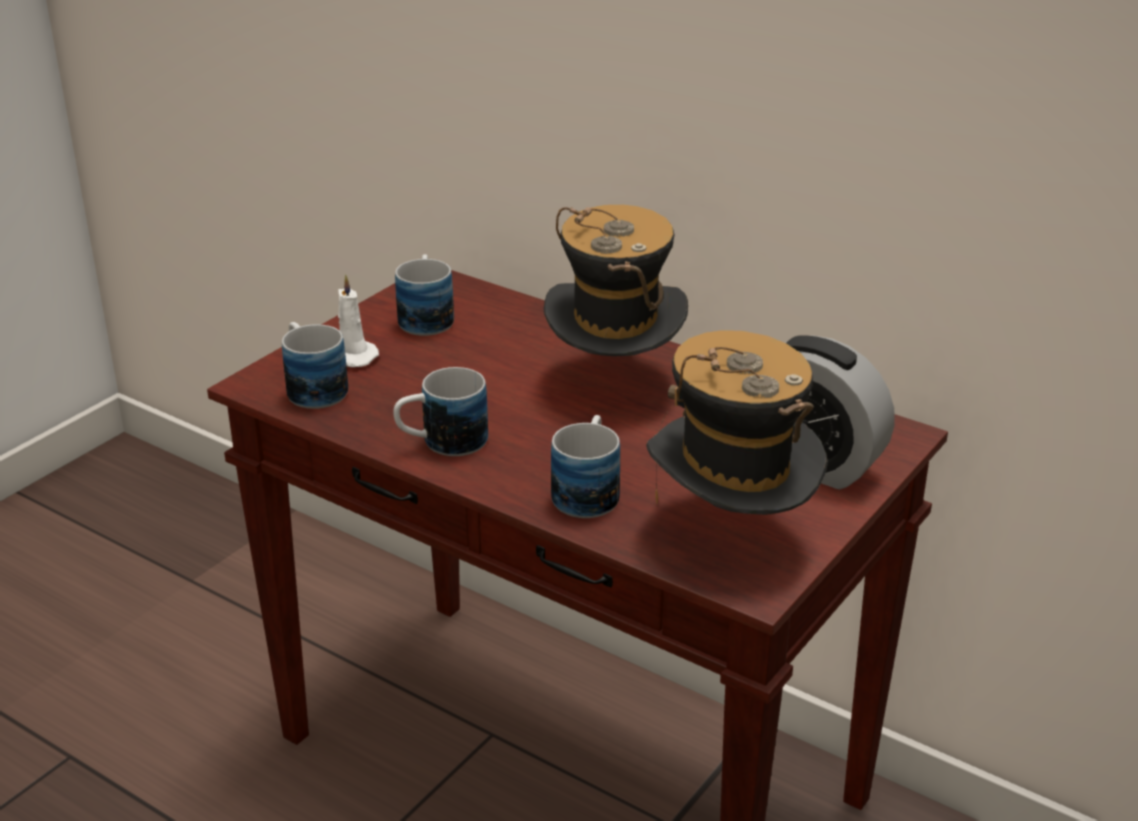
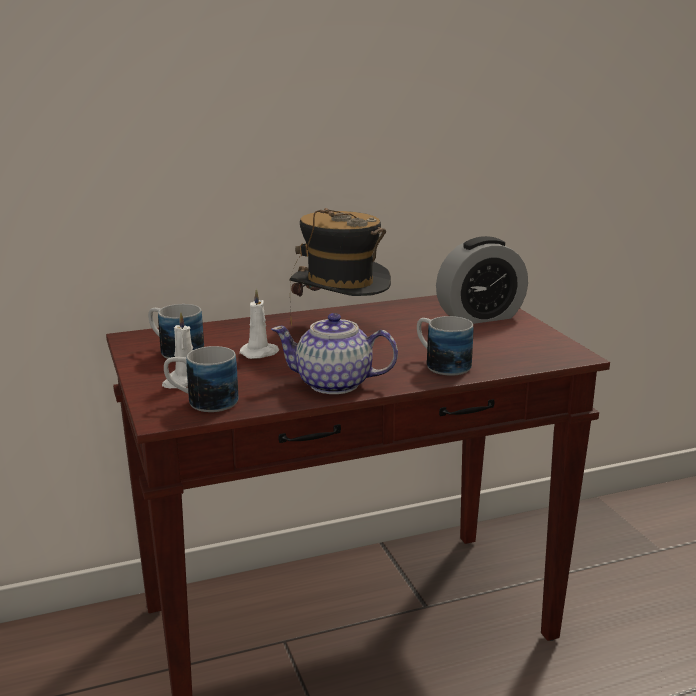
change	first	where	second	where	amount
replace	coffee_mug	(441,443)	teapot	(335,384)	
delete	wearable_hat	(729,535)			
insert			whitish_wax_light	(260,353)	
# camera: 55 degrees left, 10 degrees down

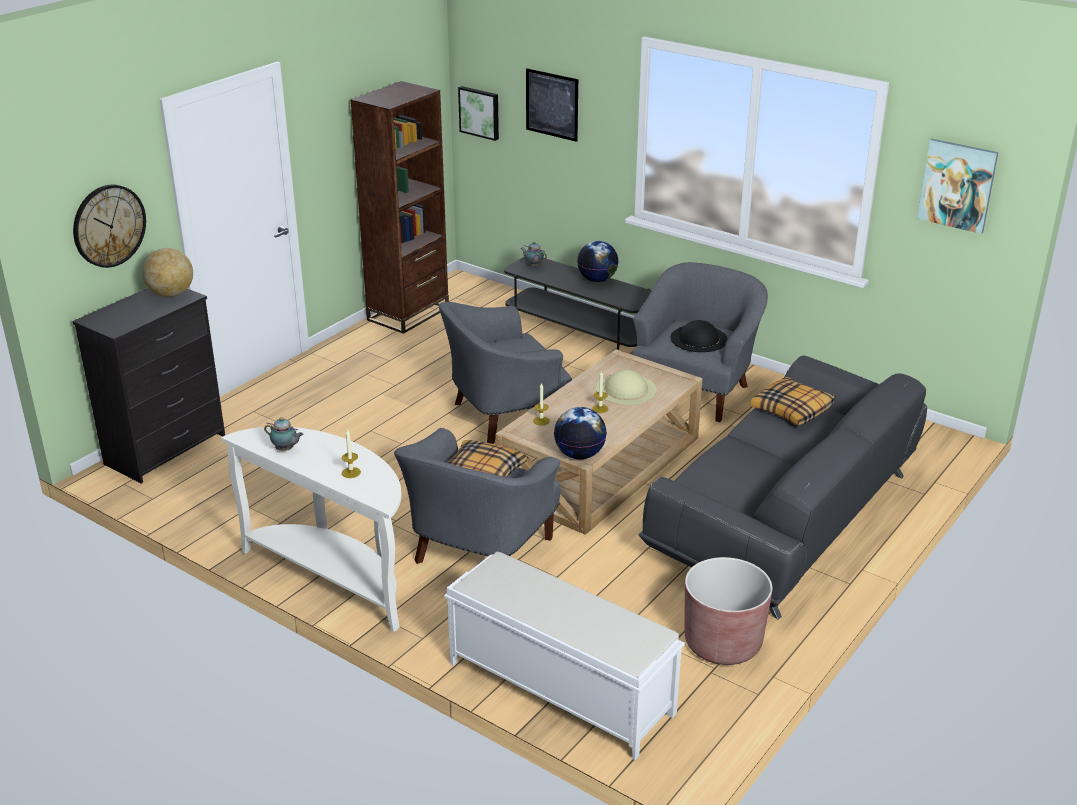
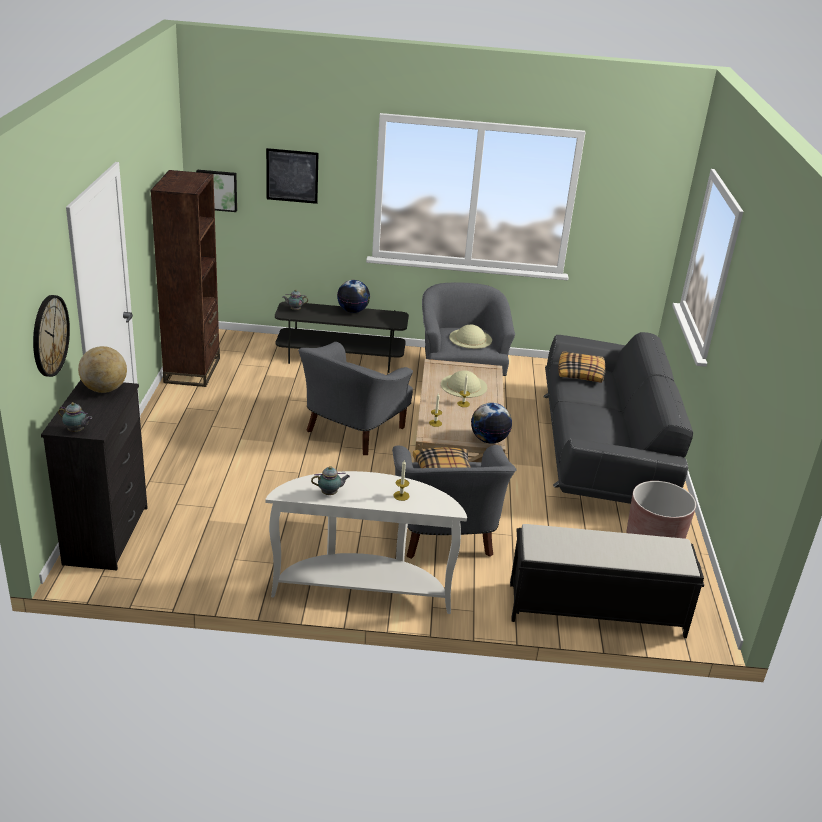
change	first	where	second	where	amount
recolor	whitish_indoor_bench	(559,687)	black-coloured_indoor_bench	(594,609)	
recolor	black-coloured_wearable_hat	(698,338)	sand-coloured_wearable_hat	(470,338)	
delete	wall_art	(957,185)			
insert			teapot	(77,431)	
# camera: 35 degrees left, 0 degrees up

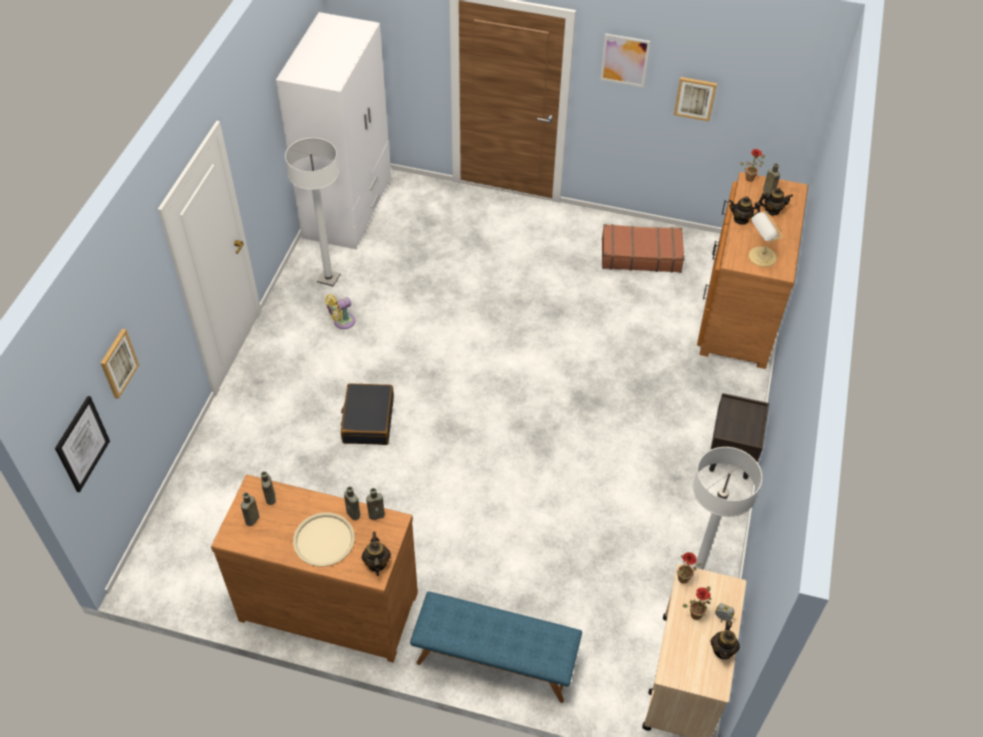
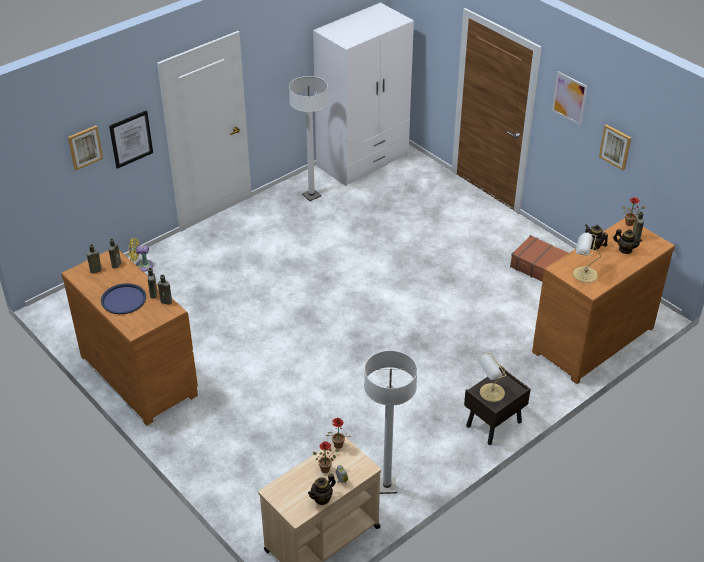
change	first	where	second	where	amount
move	wall_art	(82,444)		(131,139)	
recolor	sand-coloured_serving_tray	(324,540)	blue-coloured_serving_tray	(123,299)	
move	yellow_electric_fan	(342,322)		(142,265)	
delete	black-coloured_piece_of_luggage	(368,420)			
delete	teapot	(376,563)			
delete	blue-coloured_indoor_bench	(495,661)			
insert			tabletop_lamp	(490,393)	
# camera: 35 degrees right, 10 degrees down

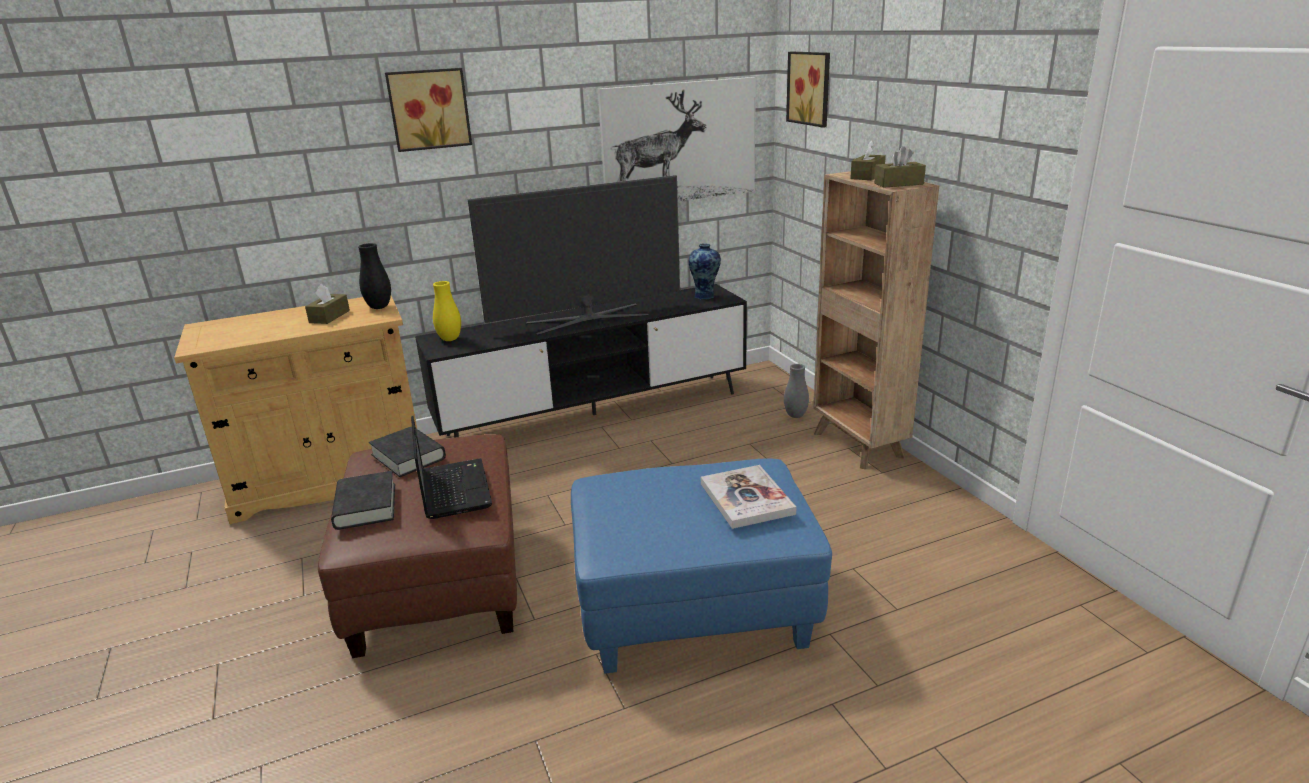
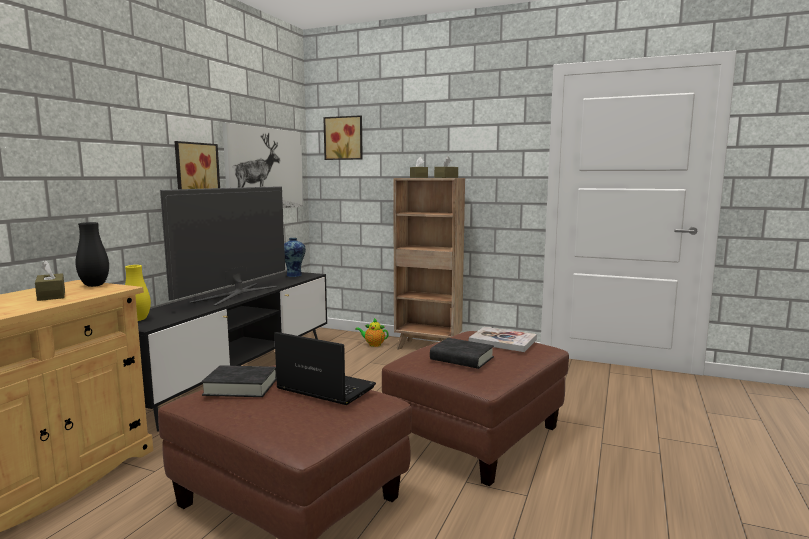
change	first	where	second	where	amount
move	black-coloured_volume	(365,506)		(462,358)	
move	wall_art	(429,109)		(195,170)	
recolor	blue-coloured_ottoman	(695,608)	brown-coloured_ottoman	(476,437)	
replace	greyish_flower_vase	(795,416)	teapot	(373,344)	
# camera: 45 degrees left, 15 degrees down

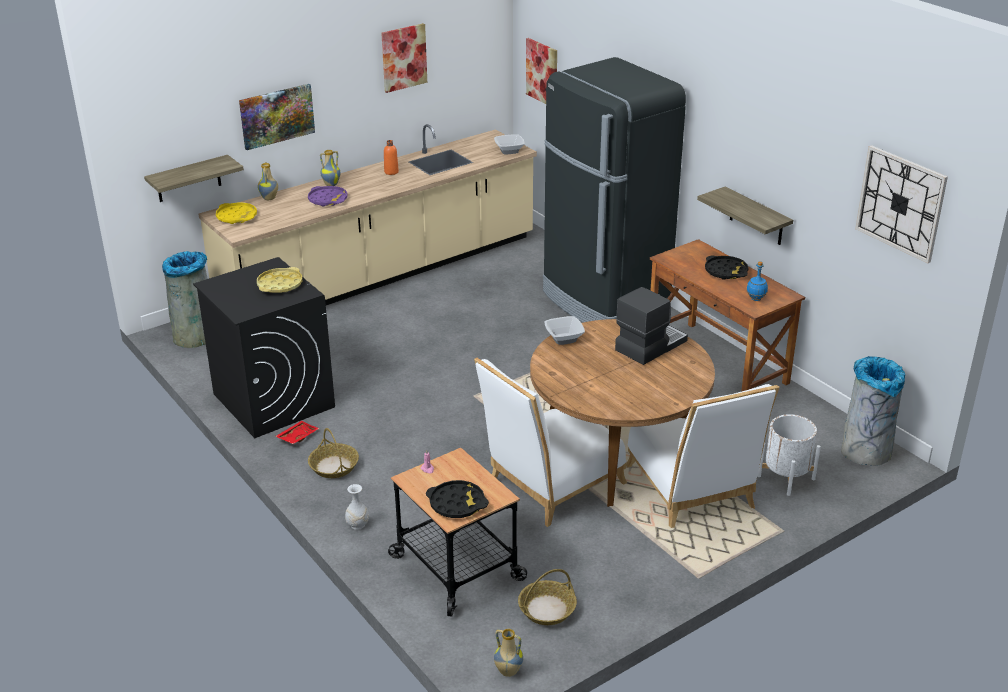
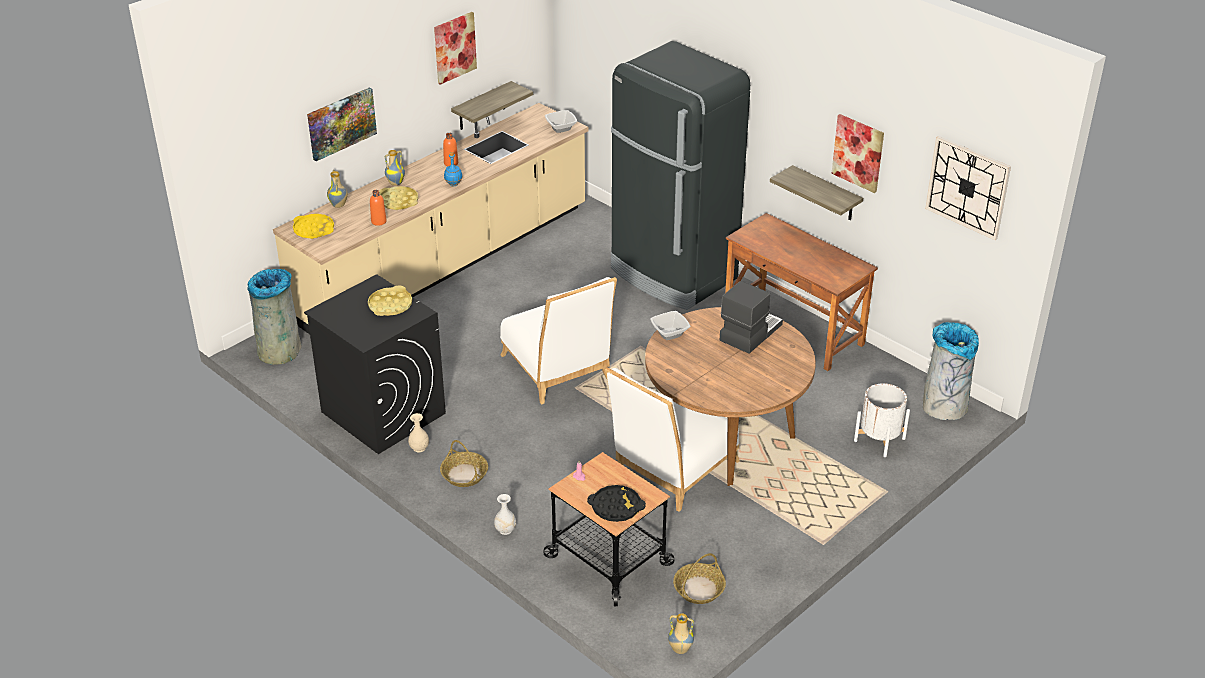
change	first	where	second	where	amount
move	wall_shelf	(188,179)		(482,106)	
replace	red_serving_tray	(297,437)	sand-coloured_flower_vase	(419,448)	
recolor	purple-coloured_serving_tray	(328,199)	yellow_serving_tray	(398,201)	
move	wall_art	(542,72)		(858,153)	
move	whitish_chair	(692,492)		(558,371)	
delete	black-coloured_serving_tray	(726,271)			
move	blue-coloured_beverage_bottle	(755,299)		(453,184)	
insert			orangey_beverage_bottle	(378,221)	
# camera: 10 degrees left, 5 degrees up

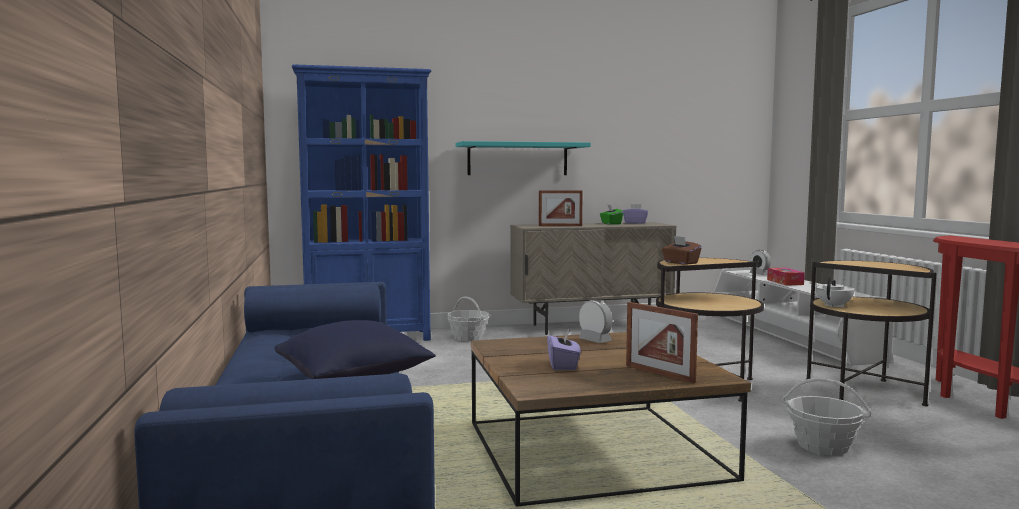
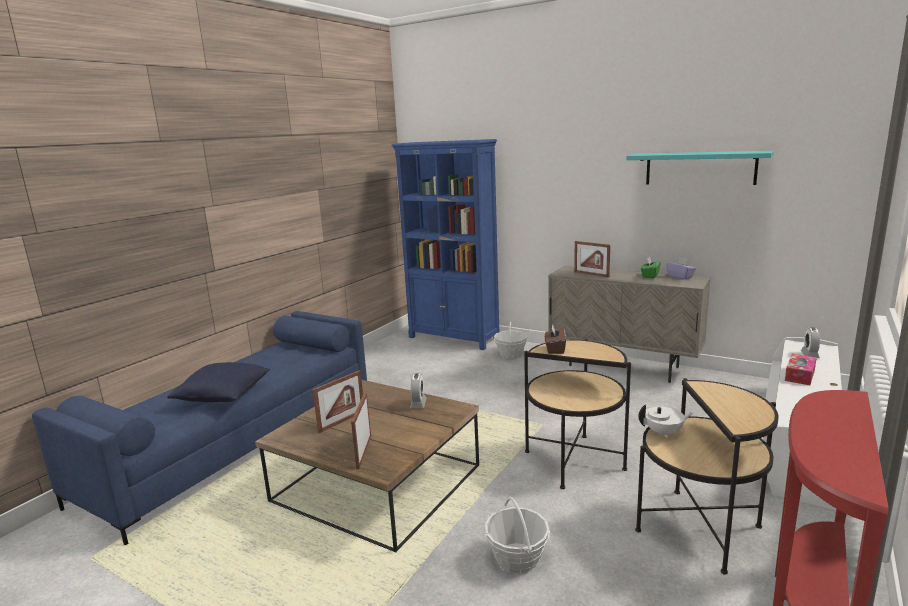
change	first	where	second	where	amount
move	blue-green_wall_shelf	(517,159)		(700,168)	
replace	purple-coloured_box_of_tissues	(563,365)	photo_frame	(342,421)	
# camera: 45 degrees right, 10 degrees up

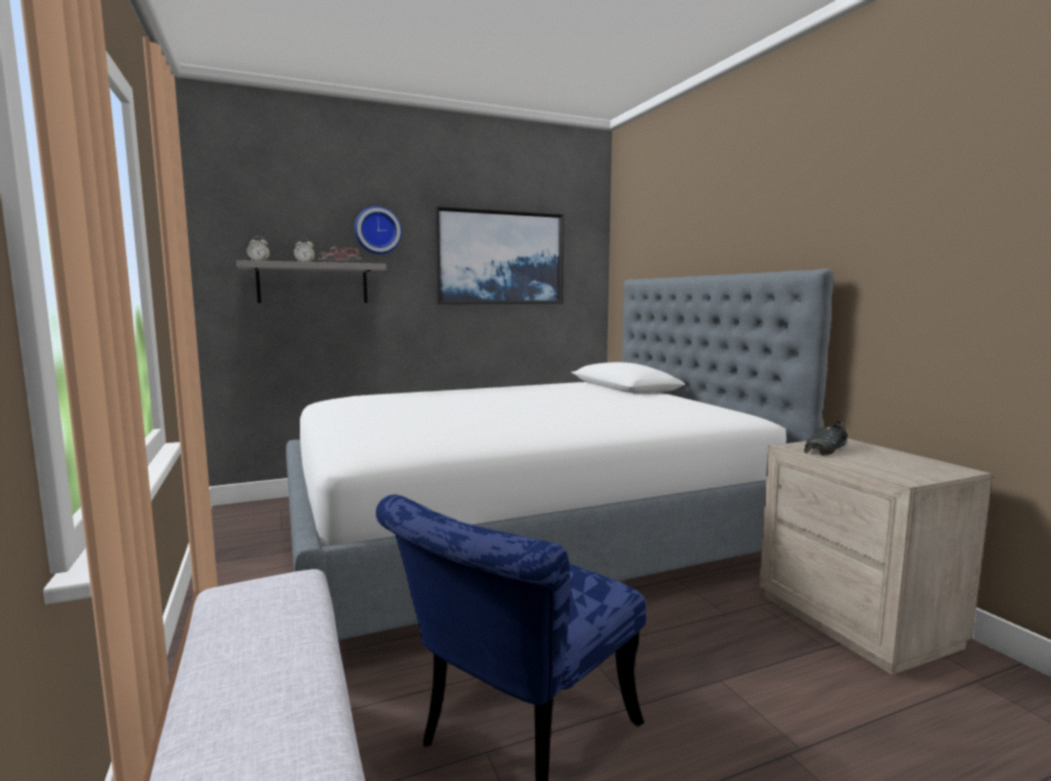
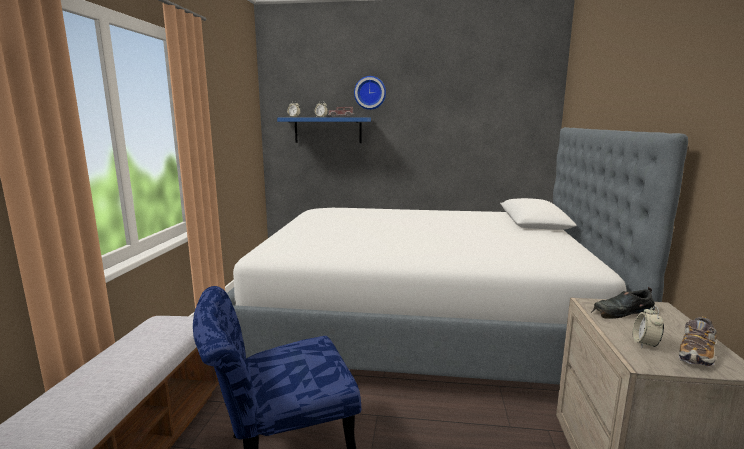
change	first	where	second	where	amount
recolor	greyish_wall_shelf	(313,283)	blue-coloured_wall_shelf	(328,130)	
delete	wall_art	(500,258)			
insert			alarm_clock	(645,344)	
insert			low_shoe	(696,354)	
# camera: 30 degrees right, 5 degrees up

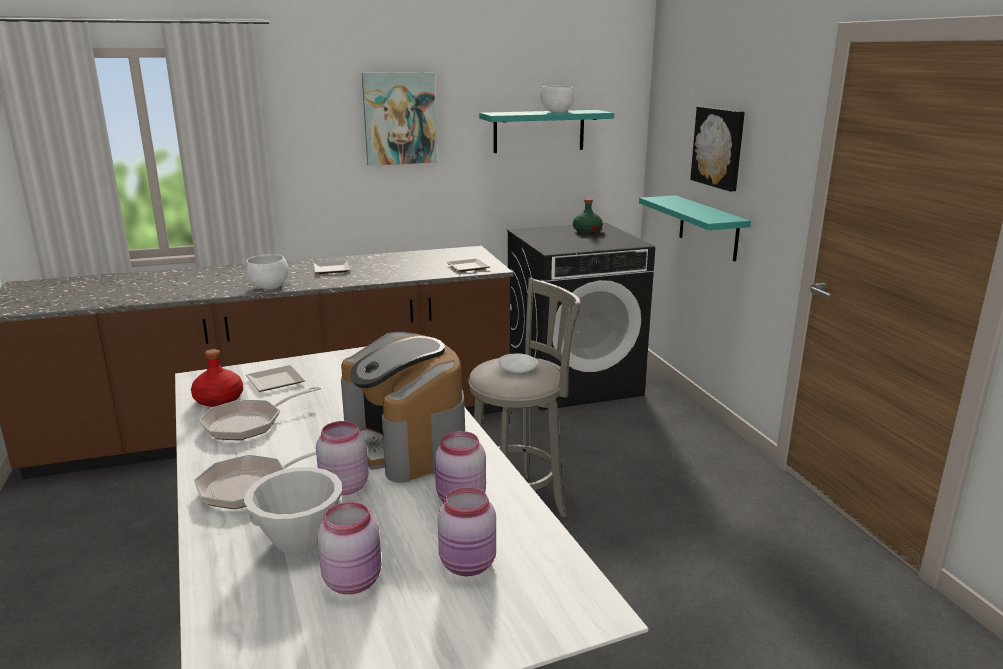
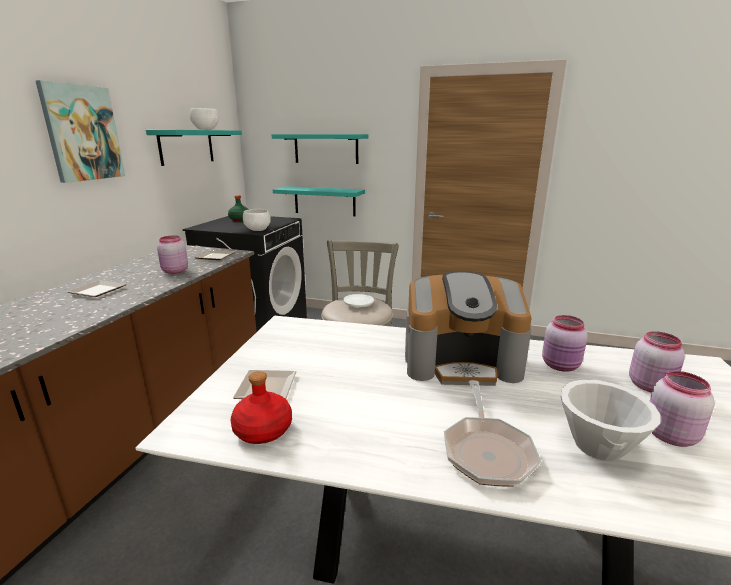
change	first	where	second	where	amount
delete	frying_pan	(249,423)			
move	whitish_deep_dish	(269,287)		(258,230)	
move	pinkish_jar	(343,487)		(174,271)	
replace	wall_art	(719,147)	blue-green_wall_shelf	(326,148)	
# camera: 55 degrees left, 0 degrees up

